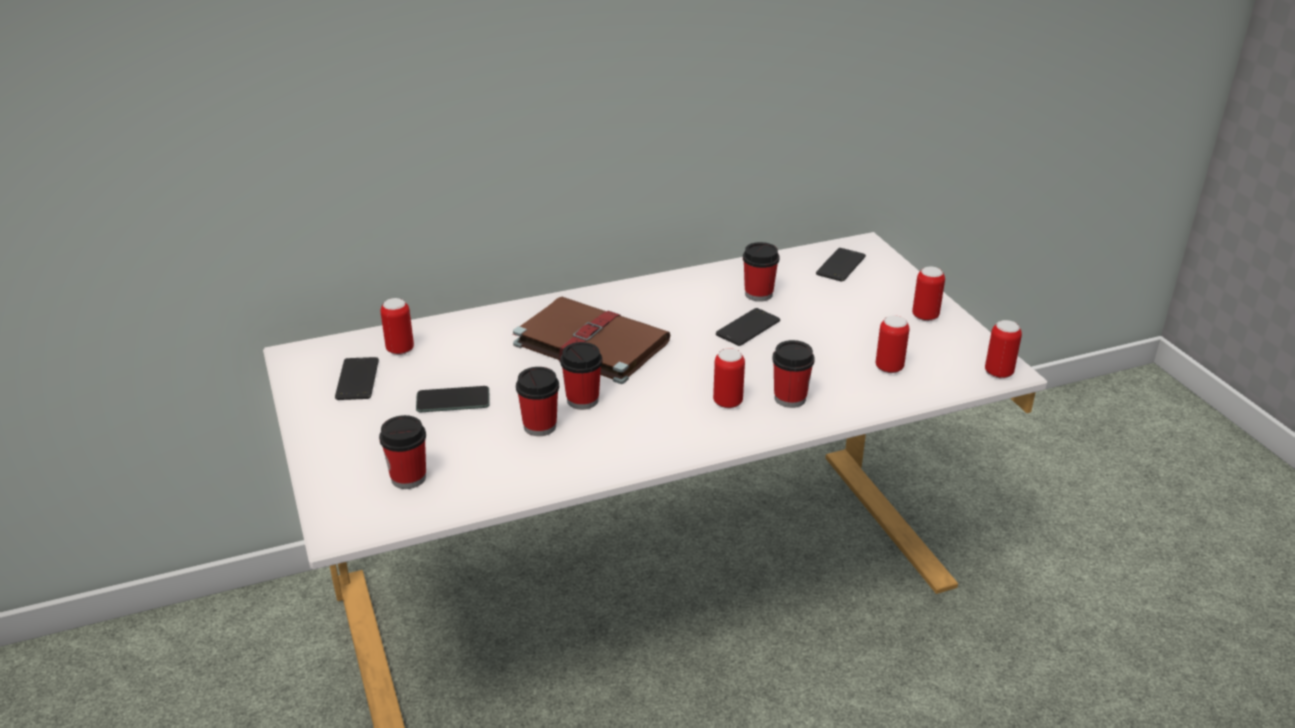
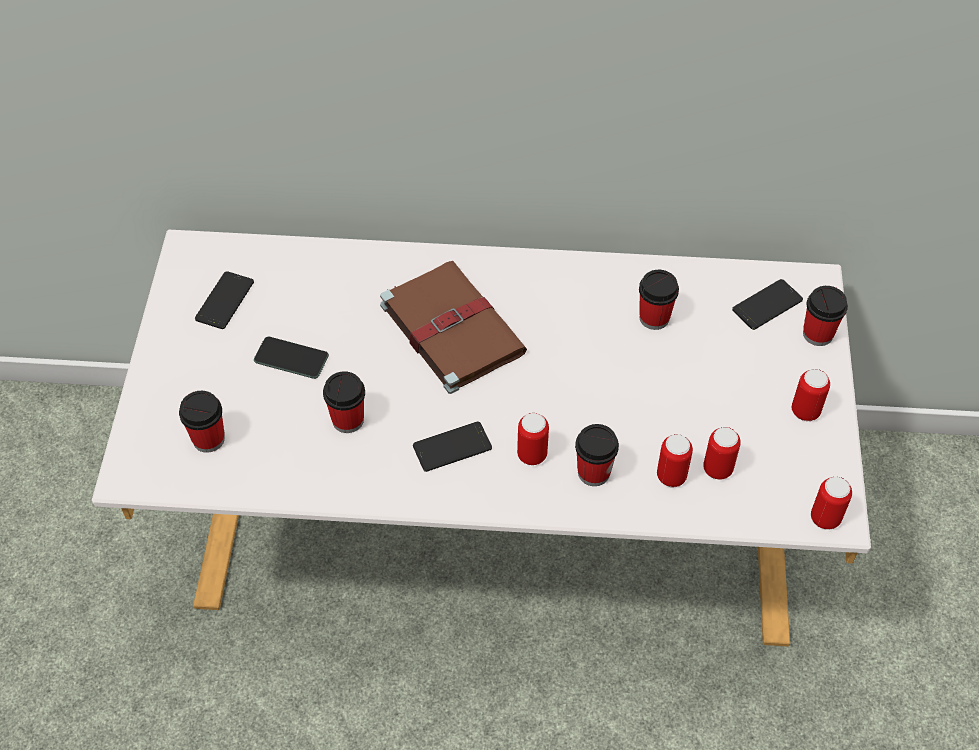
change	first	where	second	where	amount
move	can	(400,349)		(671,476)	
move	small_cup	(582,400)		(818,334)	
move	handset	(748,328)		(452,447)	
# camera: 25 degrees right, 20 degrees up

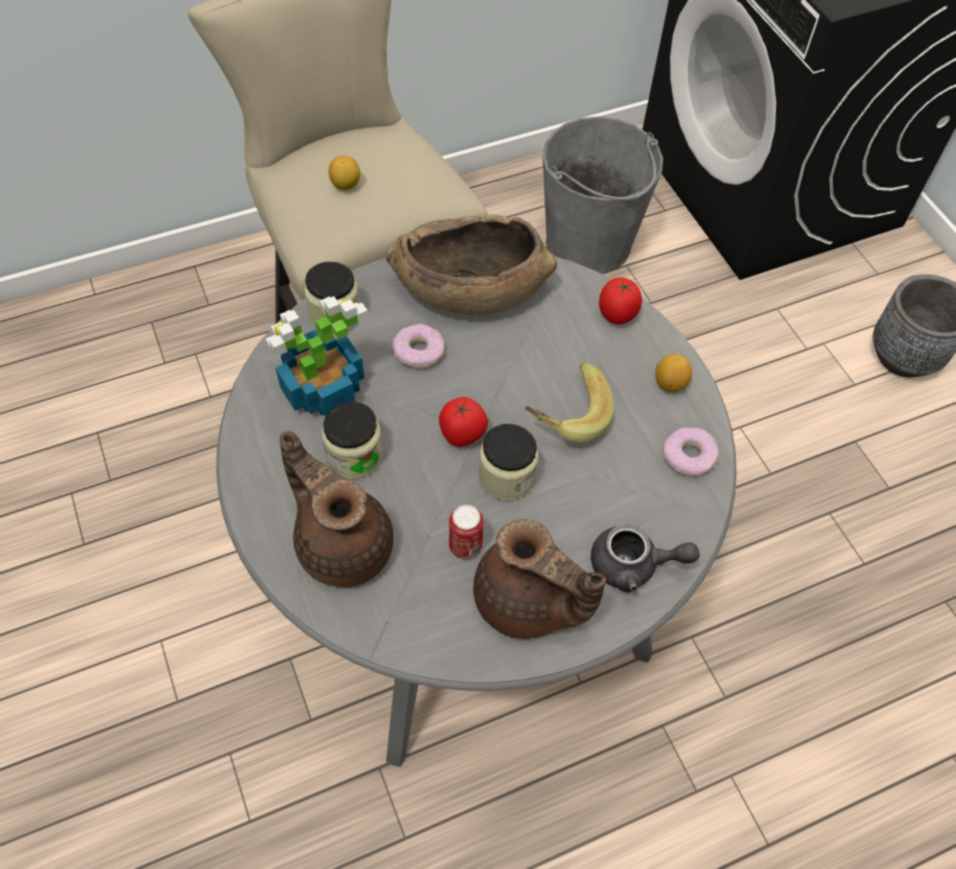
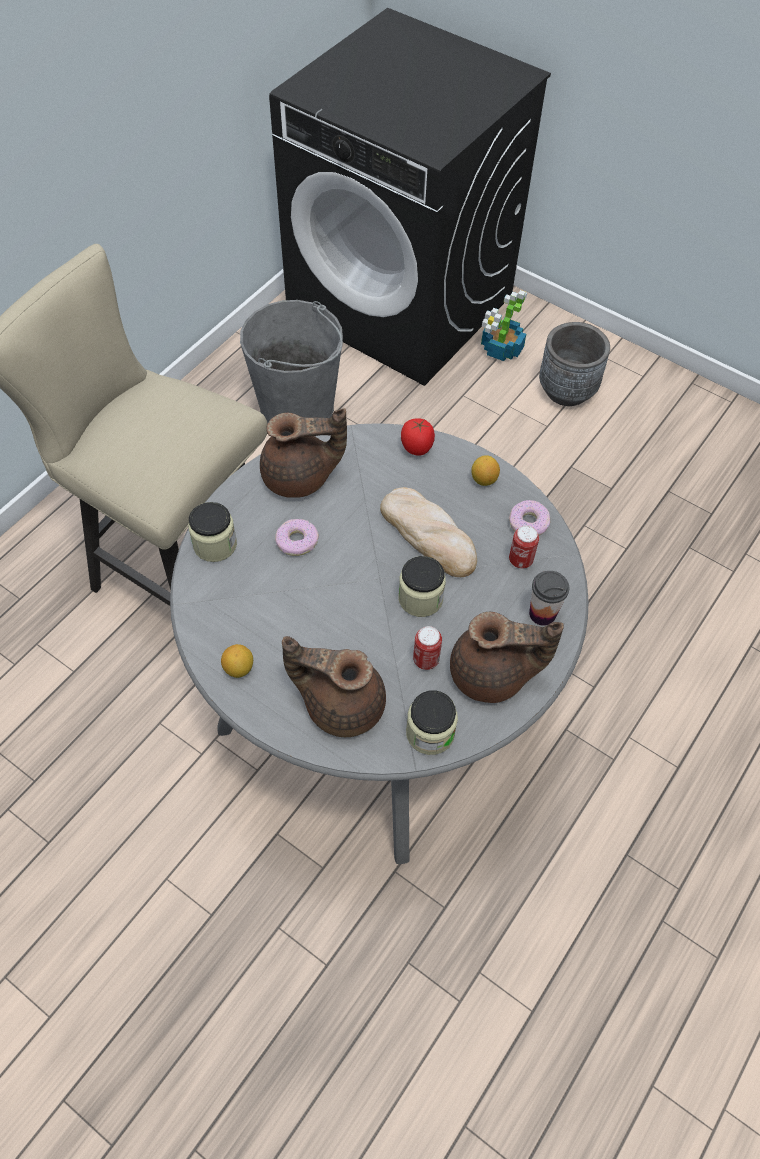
change	first	where	second	where	amount
move	potted_plant	(321,388)		(501,349)	
move	jar	(354,455)		(430,733)	
move	whole_lemon	(345,185)		(239,668)	
replace	brown-coloured_deep_dish	(469,288)	brown-coloured_teapot	(300,477)	
delete	fresh_tomato	(462,435)			
replace	whole_banana	(565,414)	bakery_bread	(429,535)	
replace	greyish_teapot	(633,566)	small_cup	(542,614)	
insert			can	(520,560)	
# camera: 30 degrees left, 0 degrees up

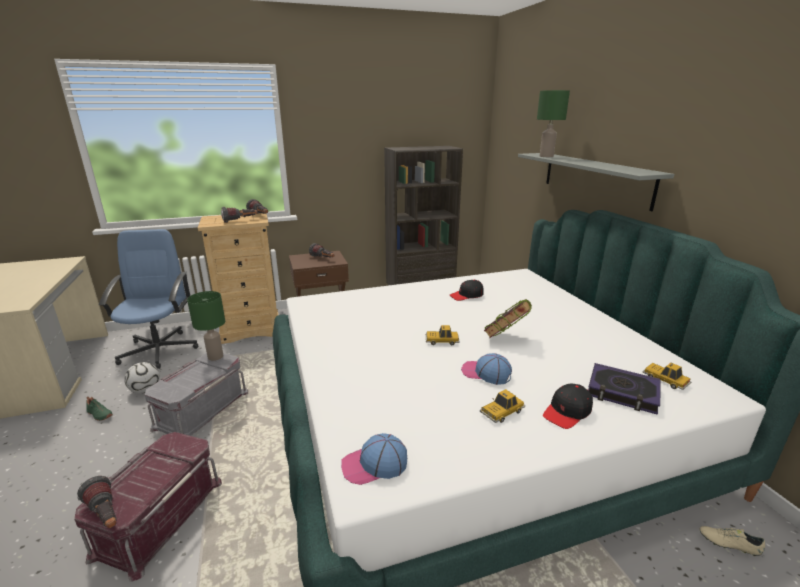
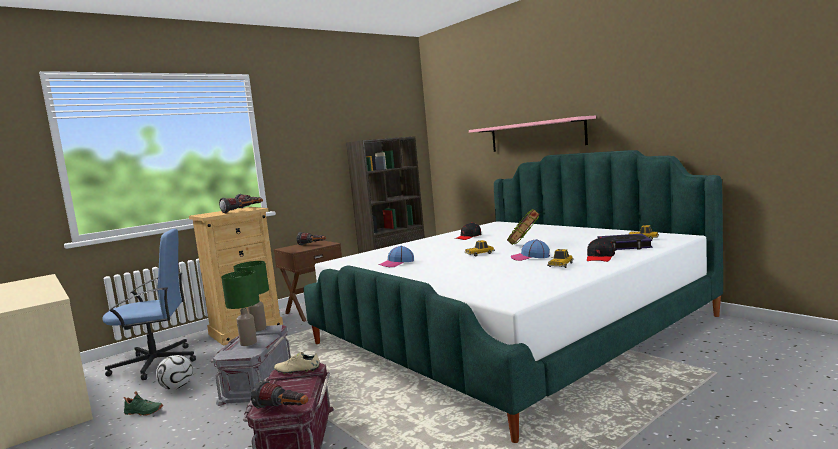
change	first	where	second	where	amount
rotate	blue-coloured_office_chair	(160,350)		(156,363)	105 degrees clockwise
move	baseball_cap	(374,465)		(396,263)	
recolor	greyish_wall_shelf	(595,178)	pinkish_wall_shelf	(536,135)	
move	green-coloured_tabletop_lamp	(546,156)		(248,343)	
move	sand-coloured_low_shoe	(728,544)		(297,370)	
# camera: 20 degrees left, 15 degrees down

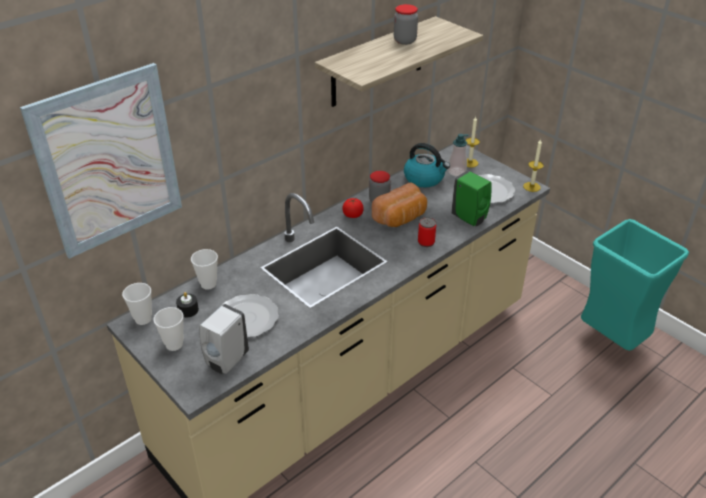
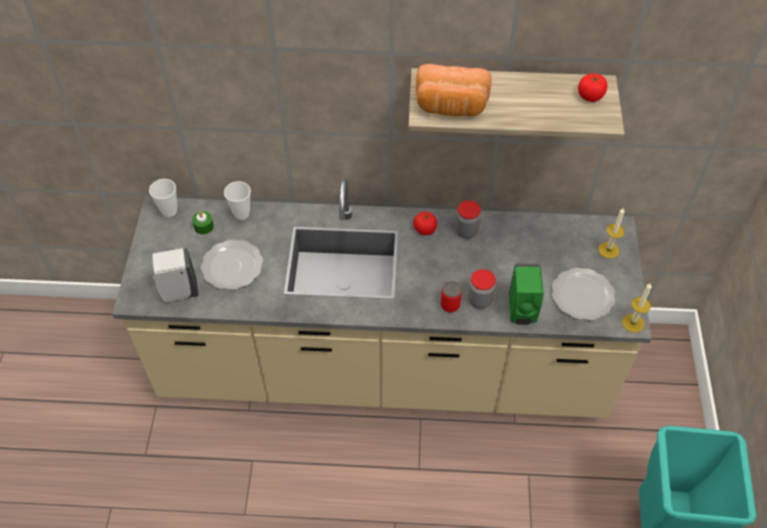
change	first	where	second	where	amount
delete	wall_art	(109,161)			
delete	small_cup	(174,344)			
recolor	black-coloured_wax_light	(188,310)	green-coloured_wax_light	(204,226)	
move	bakery_bread	(401,218)		(451,107)	
move	jar	(405,41)		(479,300)	
delete	tea_kettle	(424,178)			
delete	soap_bottle	(457,172)			
insert			fresh_tomato	(590,96)	
# camera: 45 degrees right, 15 degrees up

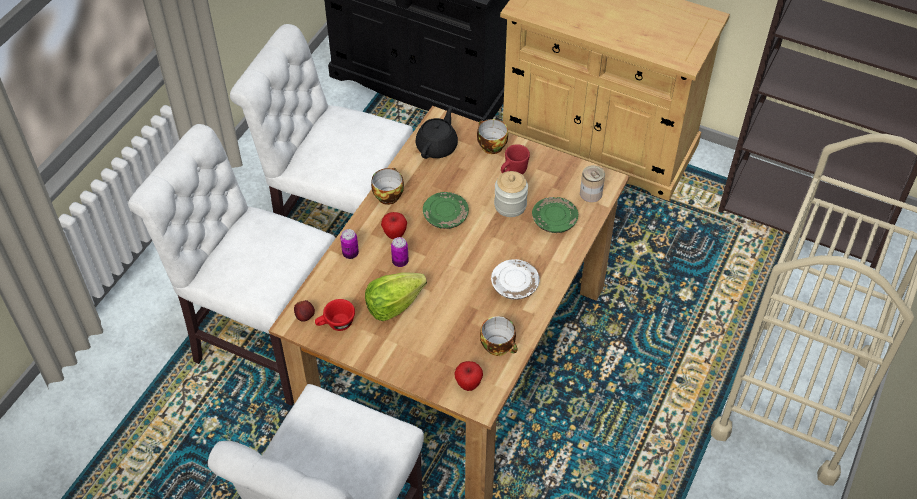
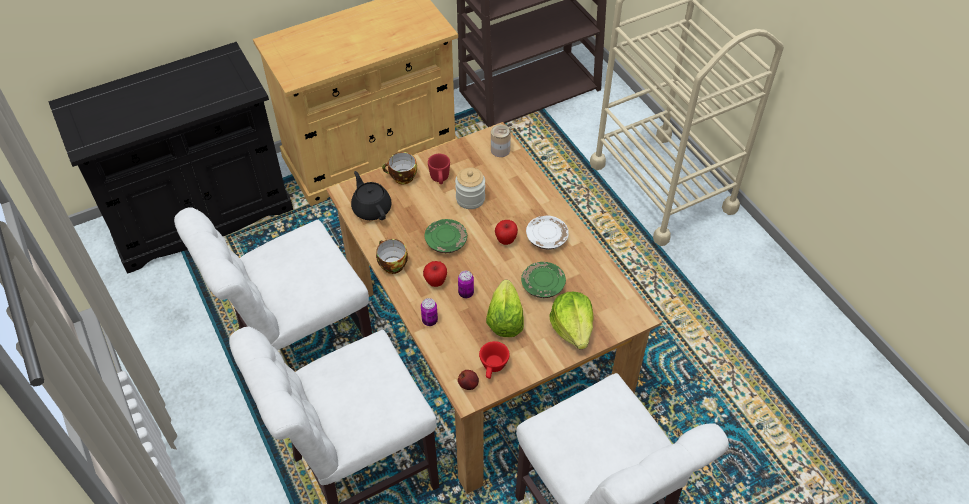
change	first	where	second	where	amount
move	apple	(468,384)		(506,240)	
delete	small_cup	(499,346)			
move	green-coloured_dinner_plate	(554,220)		(542,285)	
insert			lettuce_head	(572,328)	
# camera: 55 degrees left, 0 degrees up

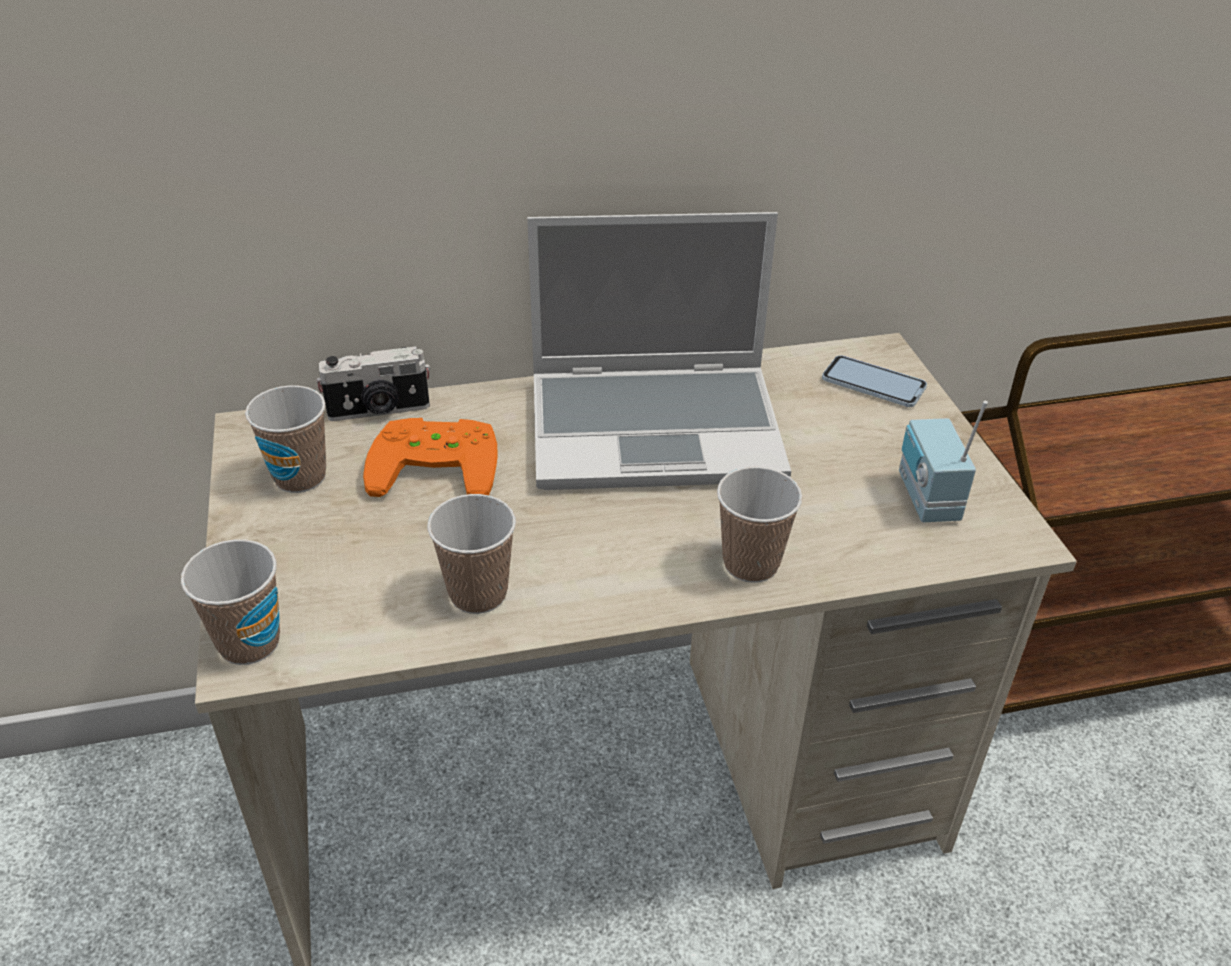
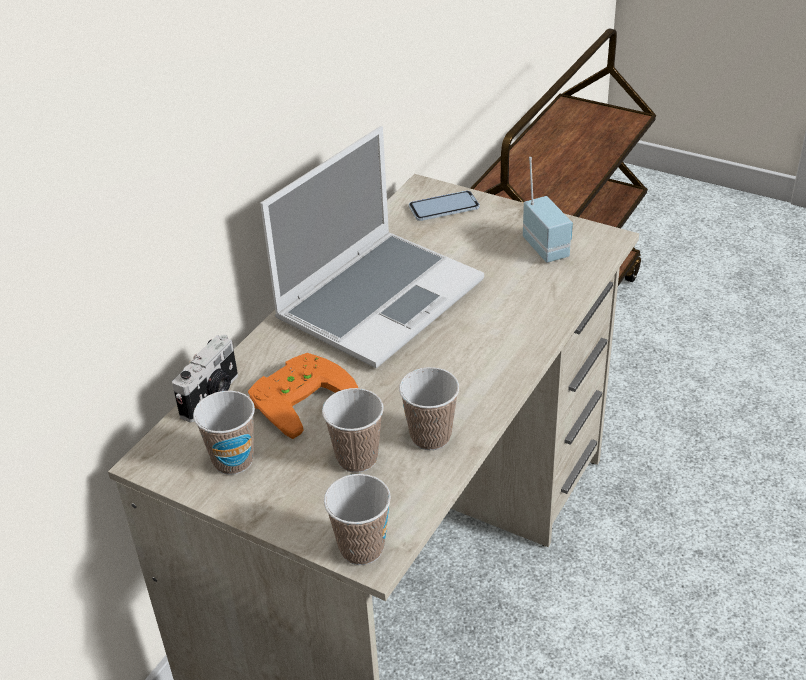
change	first	where	second	where	amount
move	small_cup	(751,564)		(357,458)	
rotate	radio_set	(925,498)		(547,247)	150 degrees counterclockwise
# camera: 45 degrees left, 0 degrees up

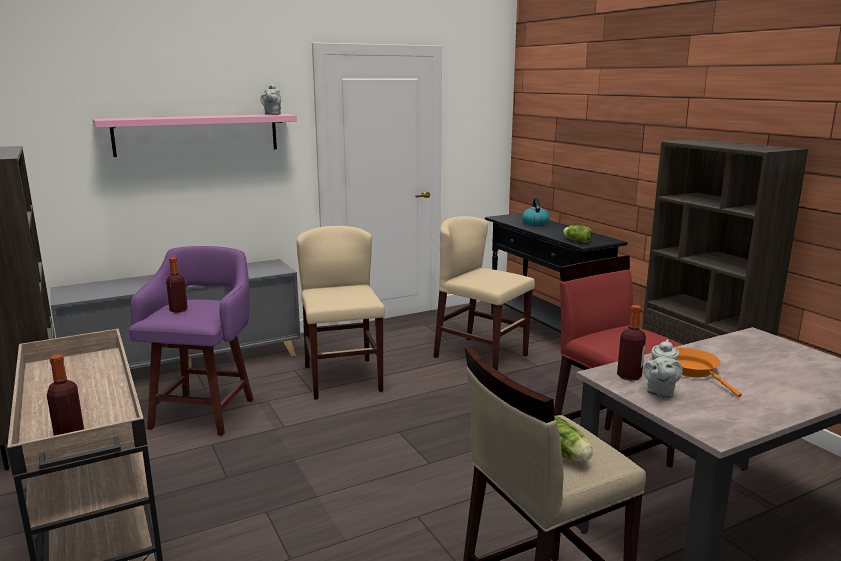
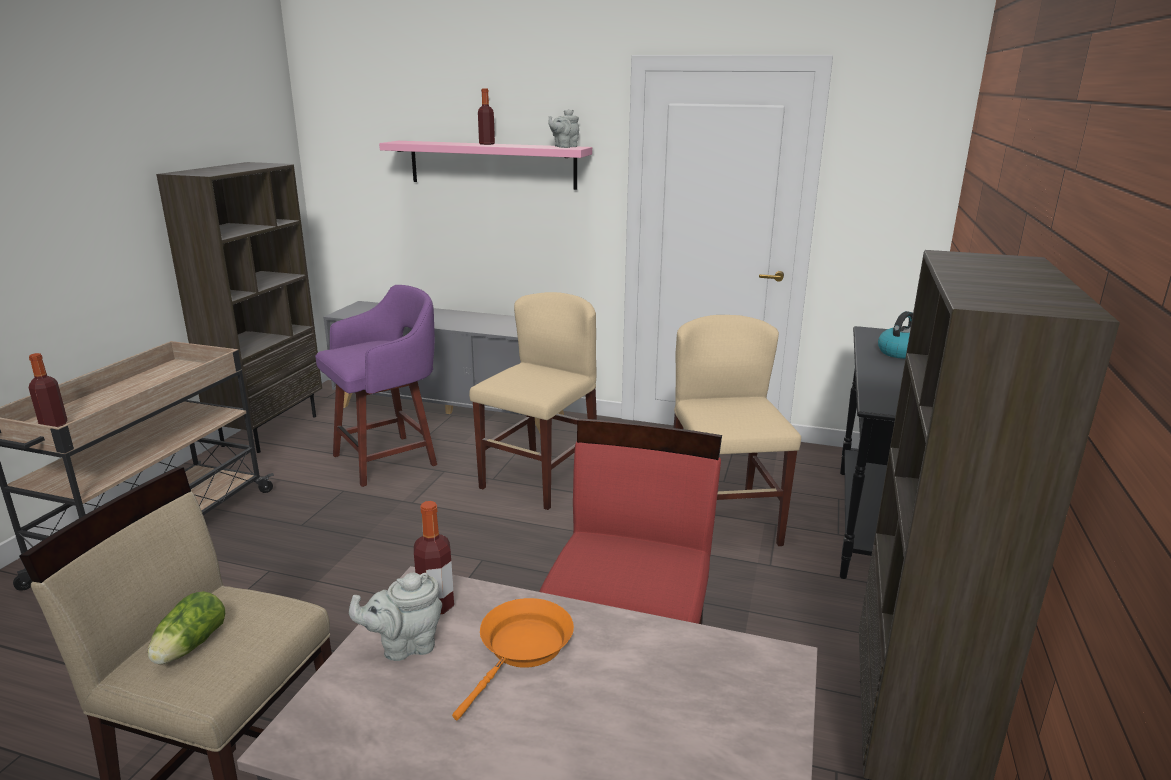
change	first	where	second	where	amount
move	beverage_bottle	(178,310)		(486,144)	
delete	lettuce_head	(576,241)			
# camera: 45 degrees right, 5 degrees up

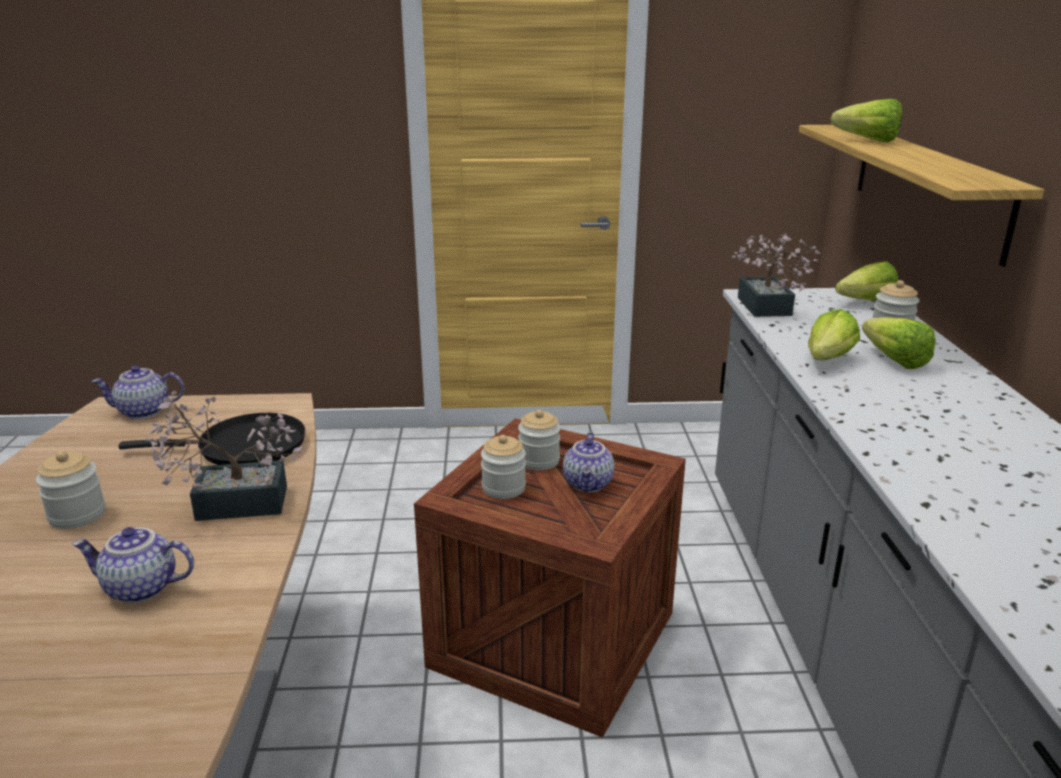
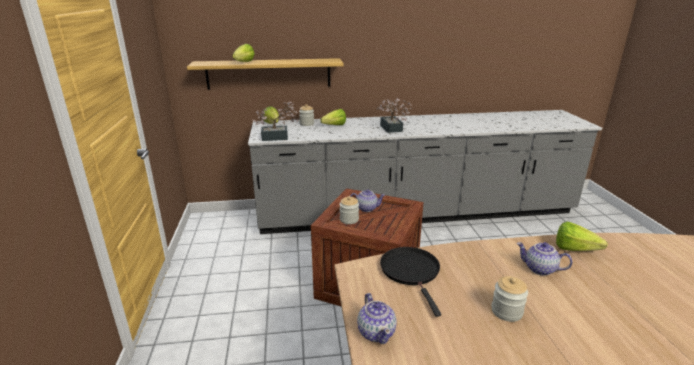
change	first	where	second	where	amount
rotate	teapot	(139,589)		(539,269)	120 degrees clockwise
move	potted_plant	(230,503)		(392,129)	
delete	jar	(503,488)			
move	lettuce_head	(823,362)		(578,251)	
# camera: 95 degrees left, 0 degrees up

